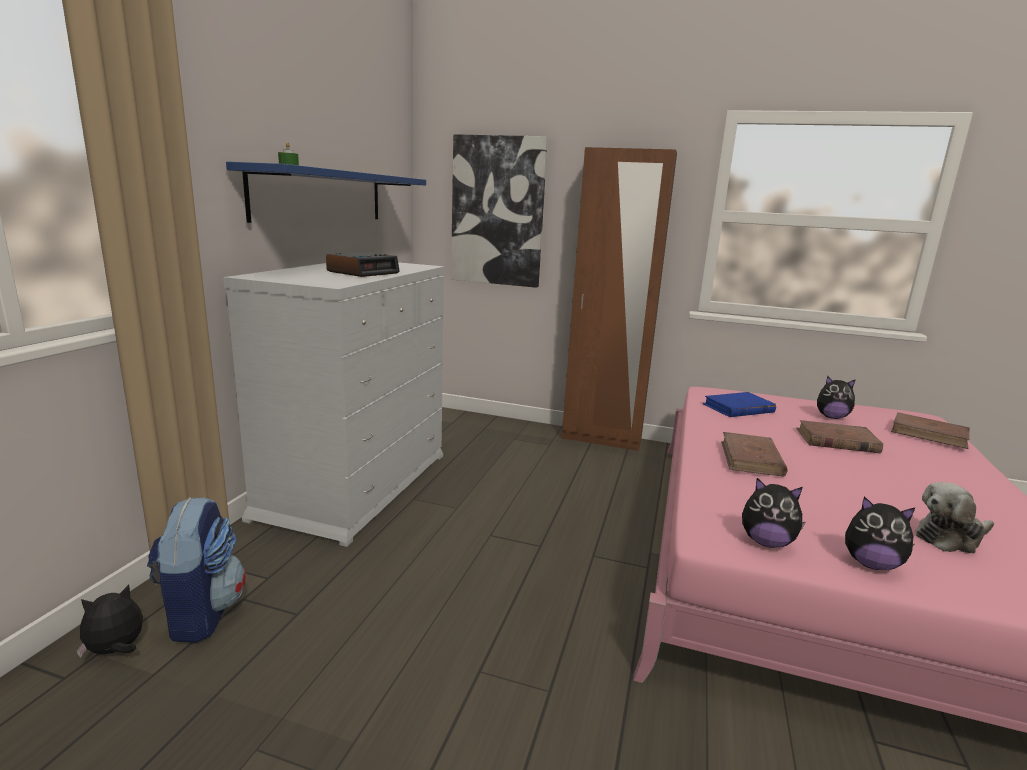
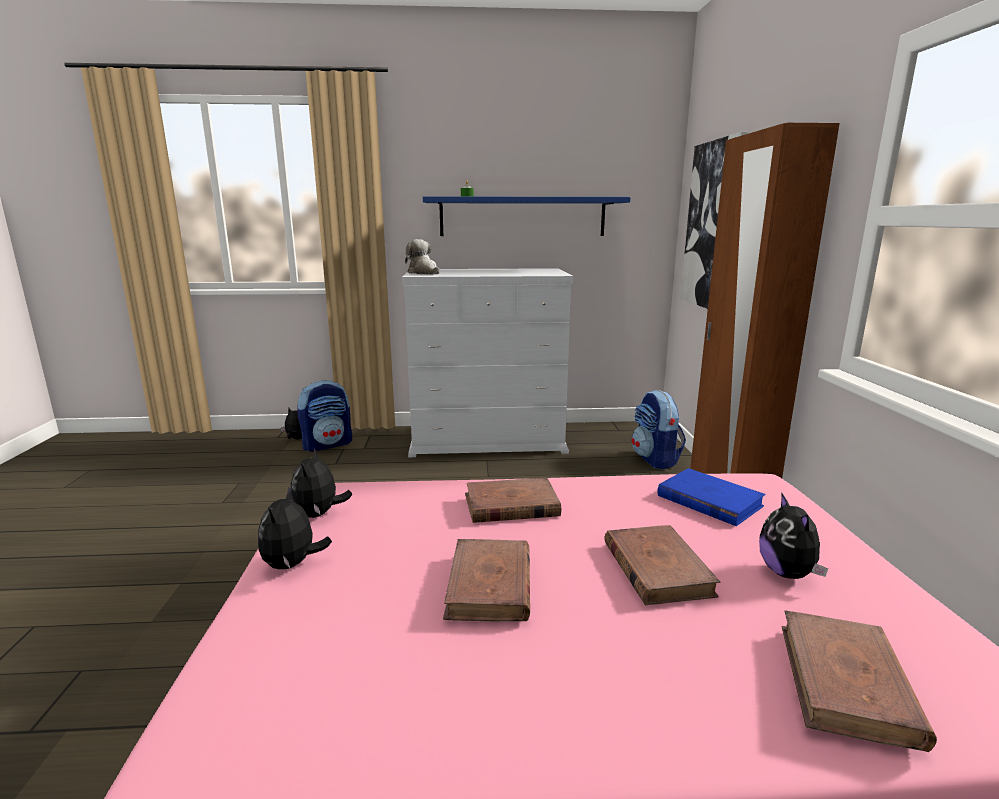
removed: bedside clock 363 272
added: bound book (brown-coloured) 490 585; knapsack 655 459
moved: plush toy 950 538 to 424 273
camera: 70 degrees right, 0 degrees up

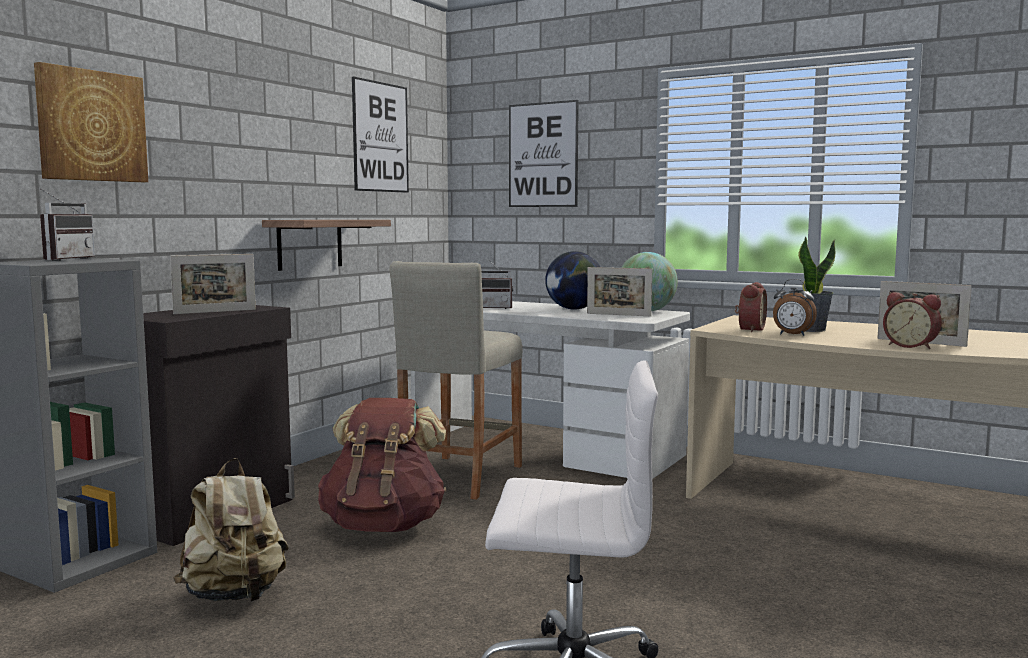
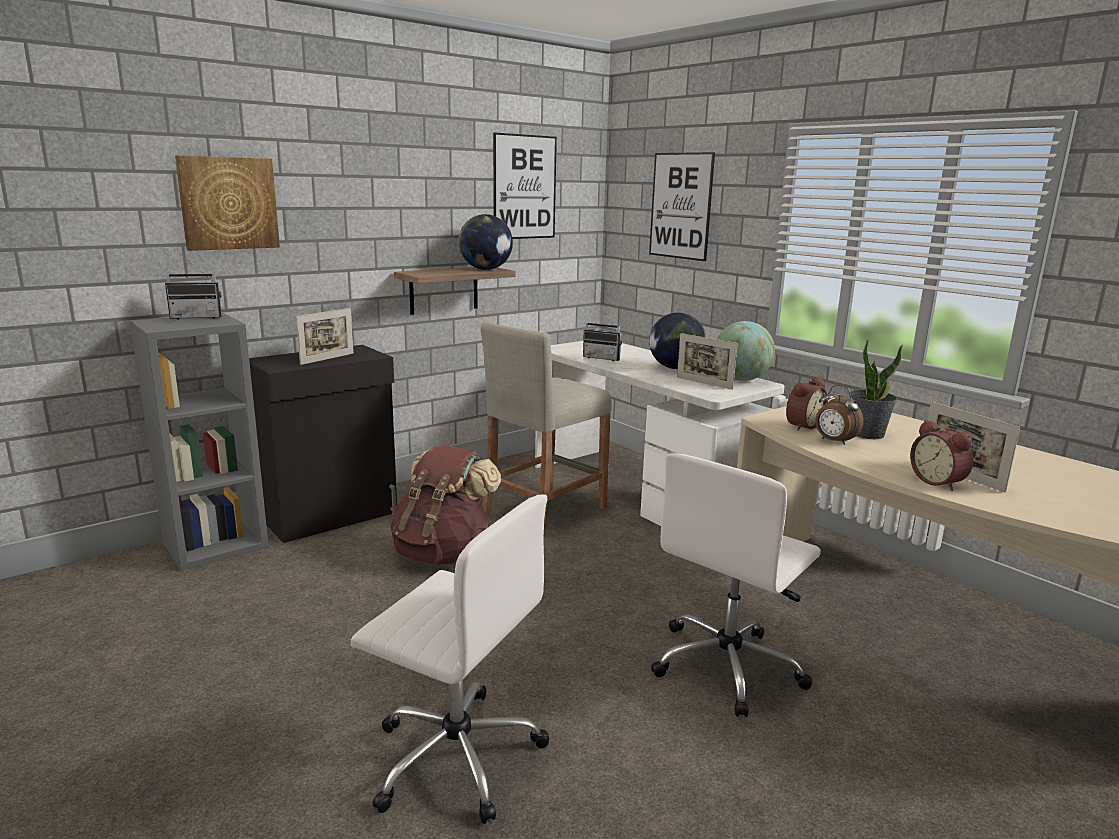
removed: knapsack (beige-coloured) 235 596
added: world globe 486 269; computer chair (white-coloured) 728 666
turned: radio set 64 259 = 198 317 45 degrees clockwise; photo frame 215 311 = 327 359 45 degrees counterclockwise
camera: 20 degrees right, 10 degrees up

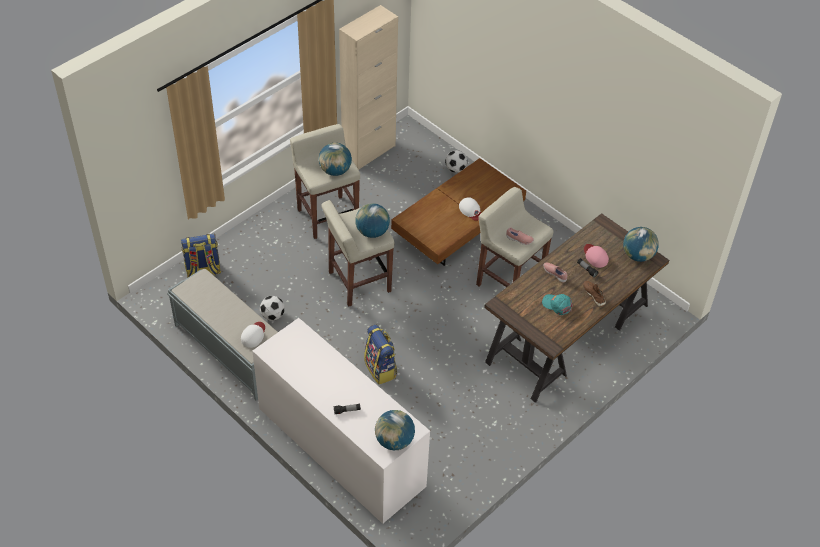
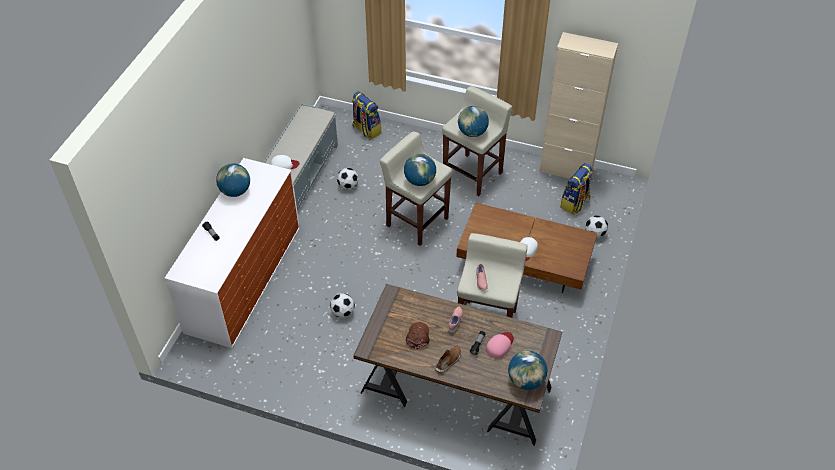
added: football ball 343 312
moved: knapsack 381 369 to 575 203; world globe 394 441 to 235 191
recoloured: cap (blue-green) 557 305 to cap (brown-coloured) 418 336
camera: 65 degrees right, 0 degrees up

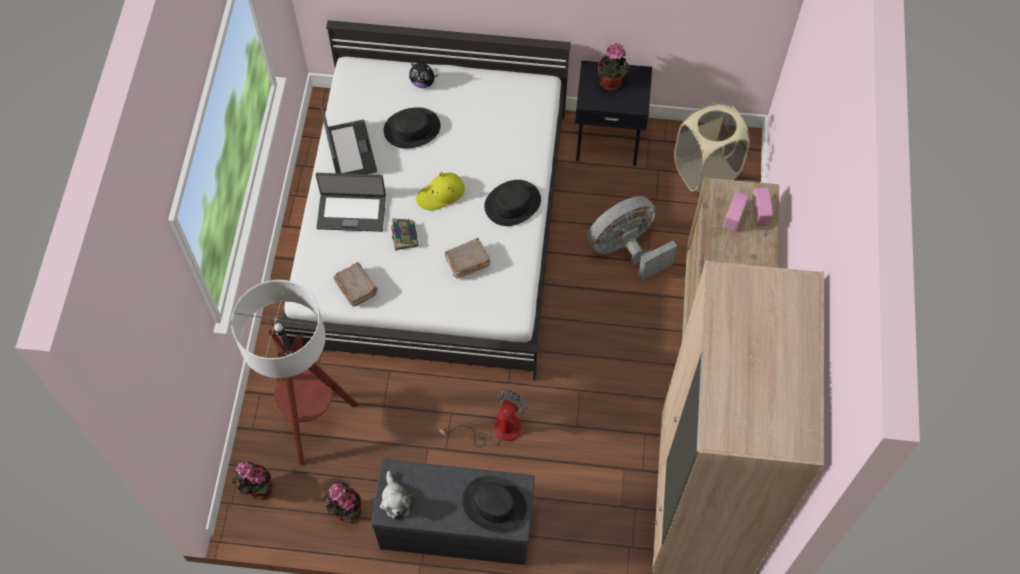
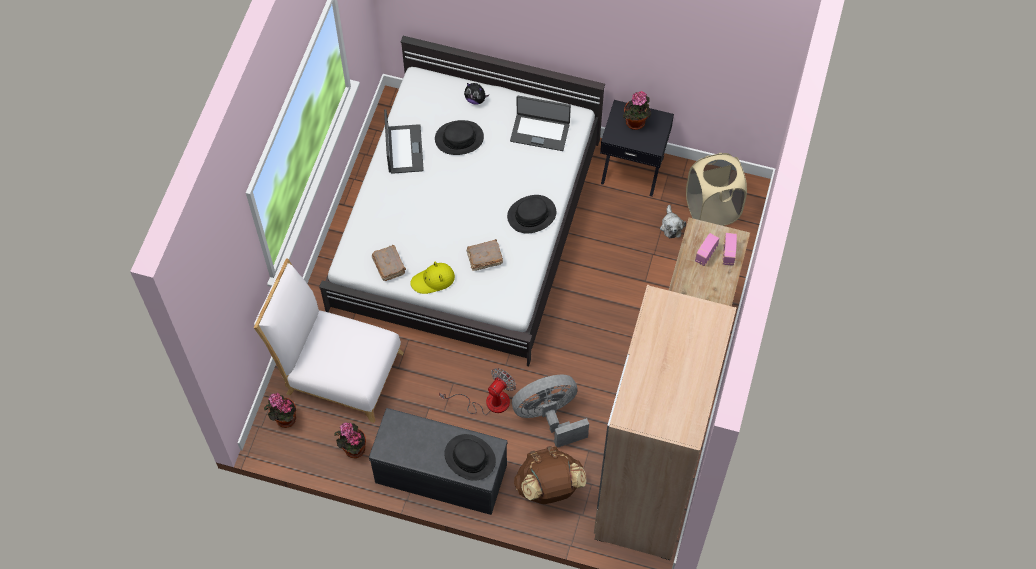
removed: bound book 404 235
added: knapsack (brown-coloured) 549 487
moved: notebook computer 351 212 to 540 132; plush toy 395 500 to 671 226; clothing hat (yellow) 441 194 to 433 280; cooling fan (grey) 626 250 to 549 416
replaced: standard lamp 312 420 to chair (white-coloured) 337 370
camera: 10 degrees right, 0 degrees up

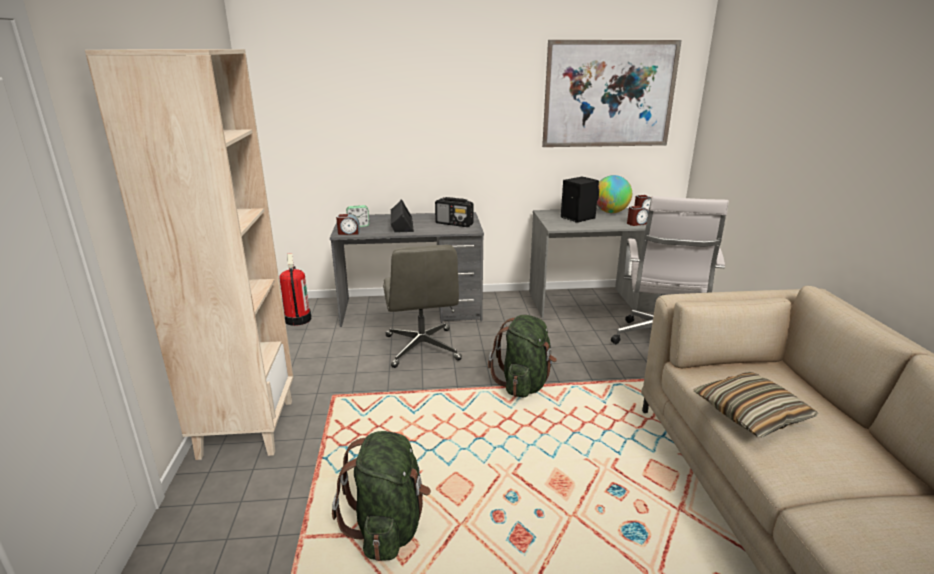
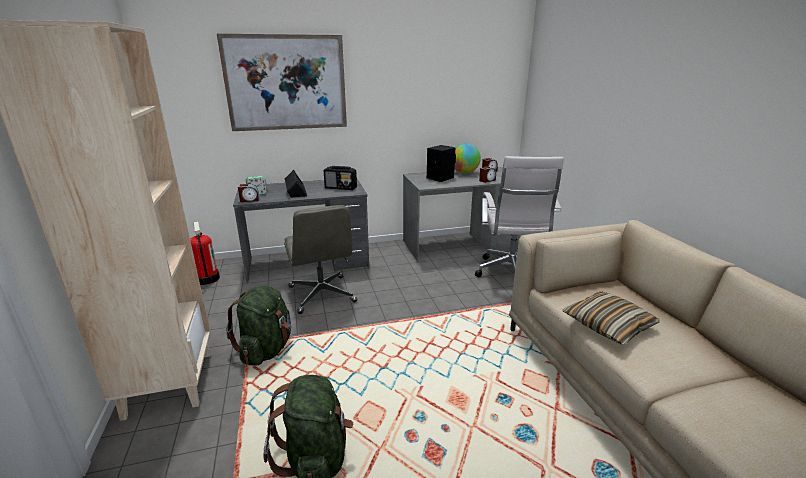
moved: knapsack (green) 524 384 to 266 349; wall art 609 94 to 286 83
camera: 10 degrees left, 0 degrees up

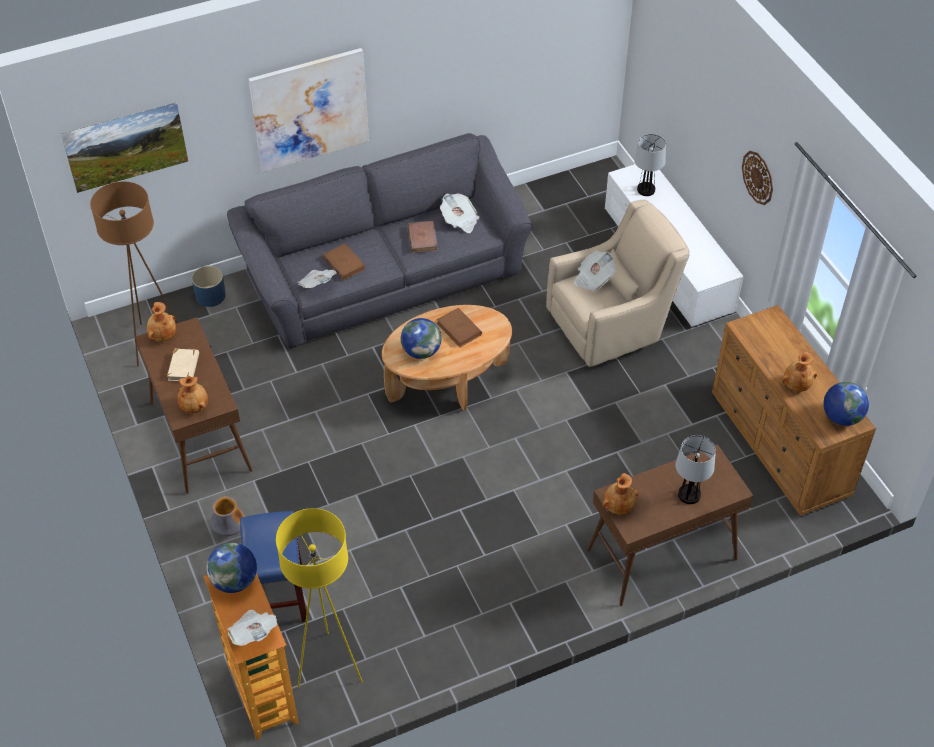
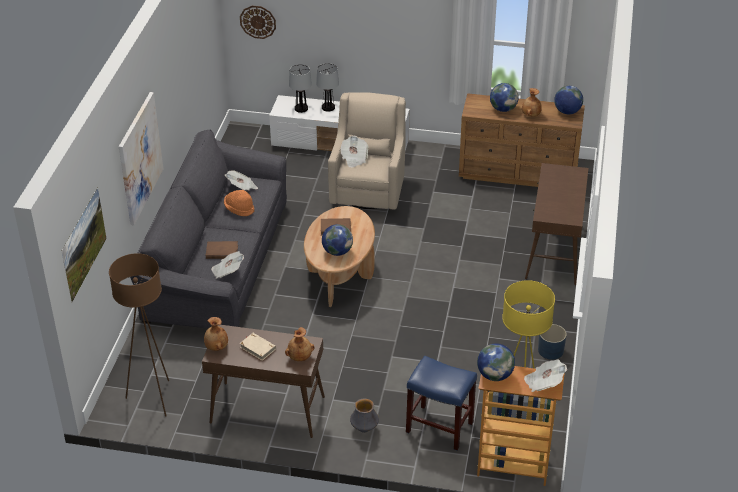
removed: vase (brown-coloured) 618 506
added: world globe 503 109
moved: plant pot (blue) 211 296 to 550 350; table lamp 688 495 to 328 107; wall clock 758 177 to 258 21
replaced: bound book (brown-coloured) 422 238 to clothing hat (orange-coloured) 239 209
camera: 55 degrees left, 10 degrees down

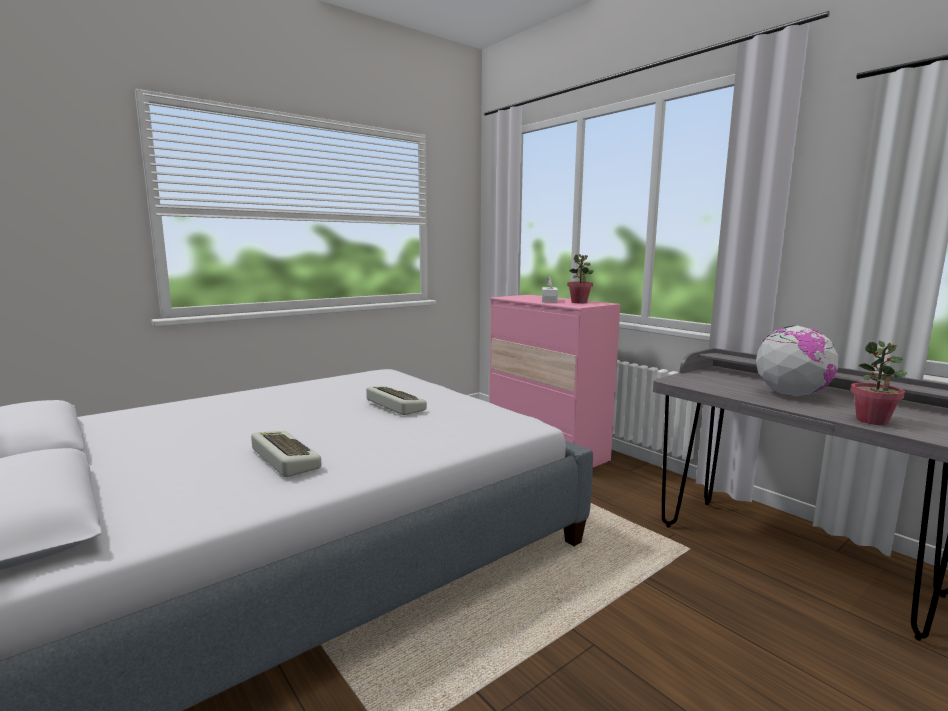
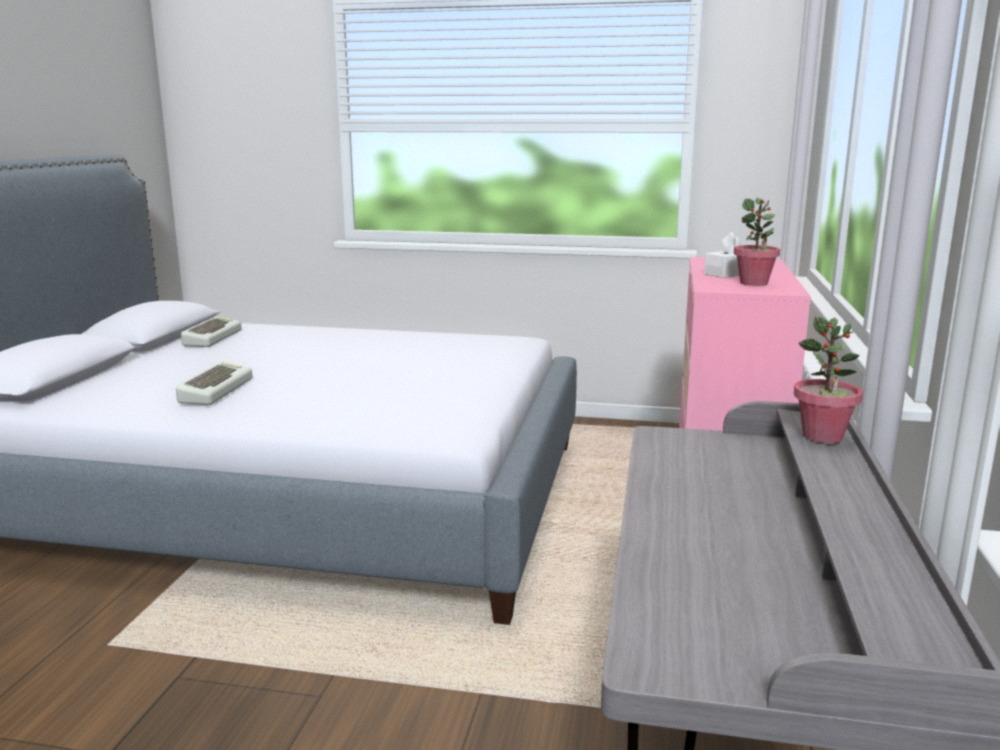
removed: world globe 791 394
moved: keyboard 393 405 to 211 338; potted plant 872 421 to 822 436
camera: 50 degrees right, 5 degrees up

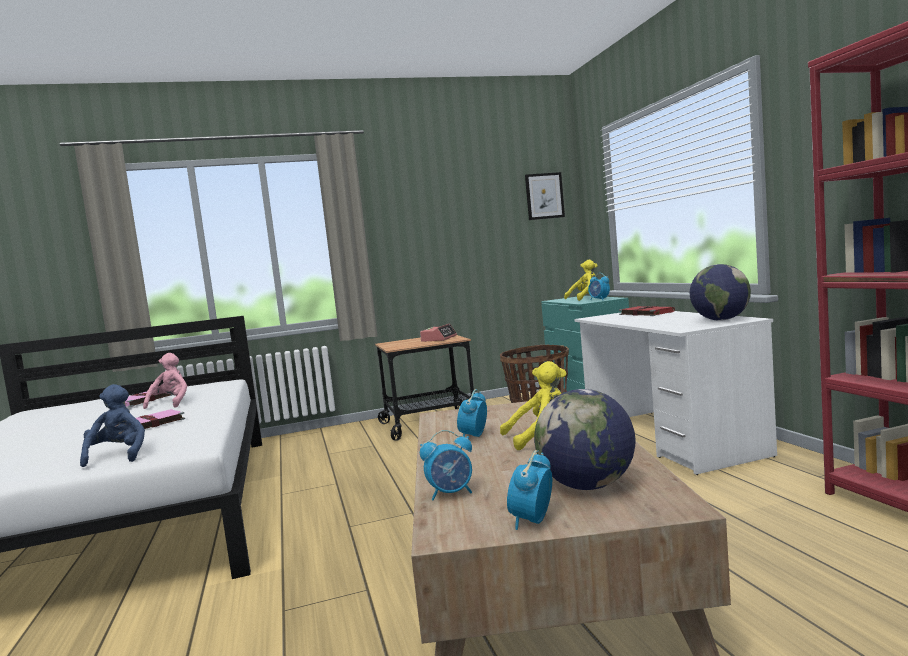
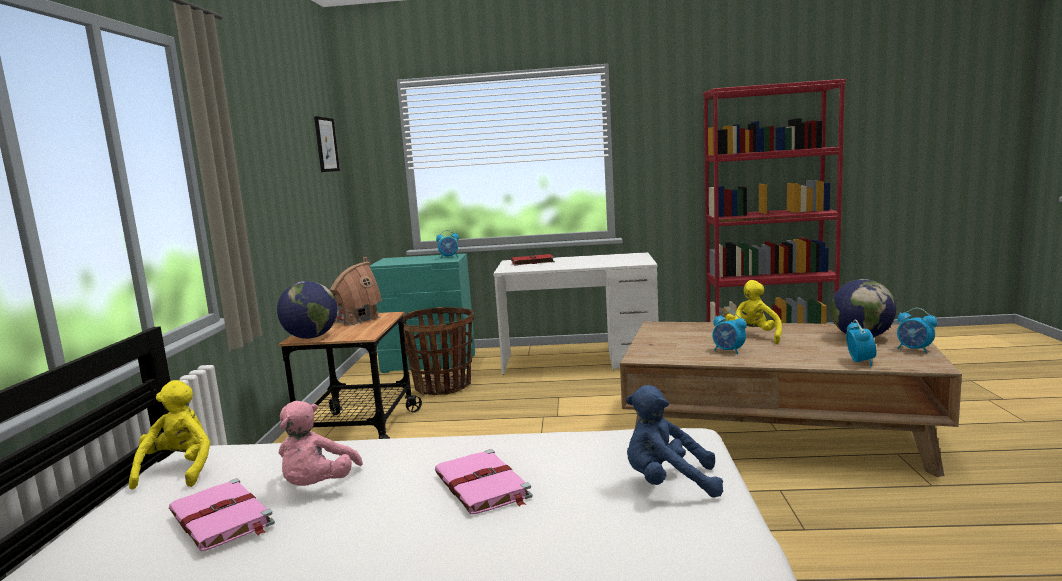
moved: plush toy (yellow) 585 298 to 179 470; world globe 721 320 to 311 337
replaced: bedside clock 439 339 to model house 356 320
turned: plush toy (pink) 171 403 = 318 487 105 degrees counterclockwise
camera: 70 degrees left, 5 degrees up

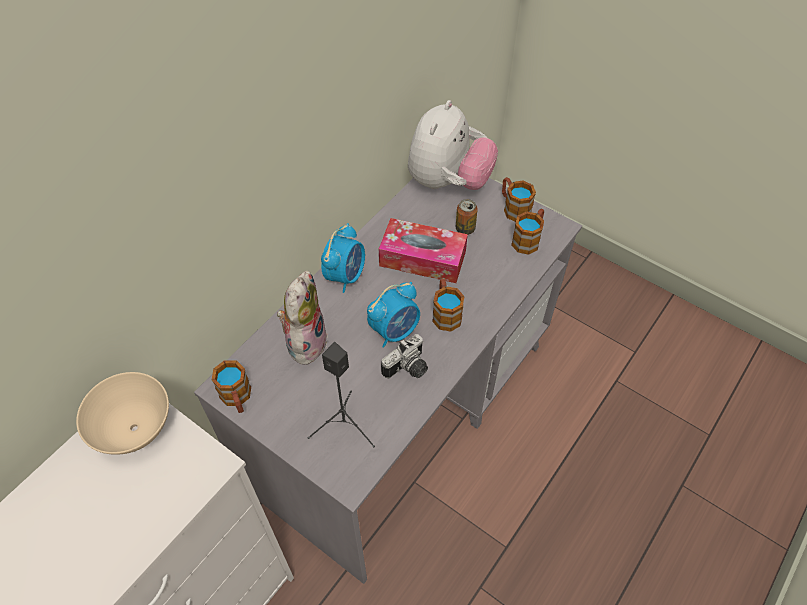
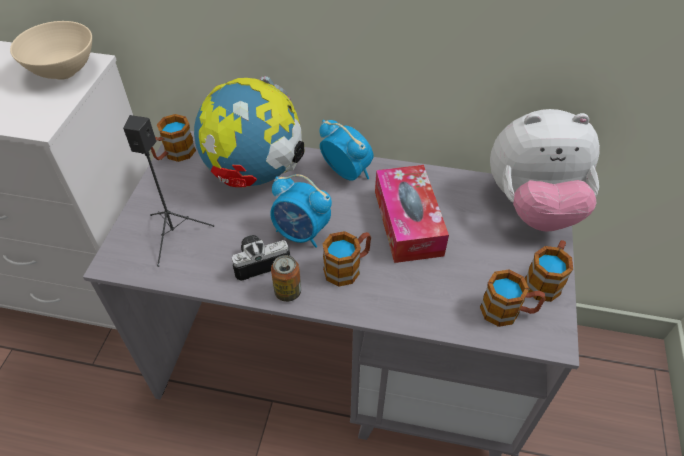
moved: sealed can 465 228 to 288 292
replaced: plush toy 305 341 to world globe 254 173
turned: bedside clock 345 275 = 346 172 135 degrees counterclockwise; still camera 408 369 = 260 261 135 degrees clockwise
camera: 65 degrees right, 5 degrees down

